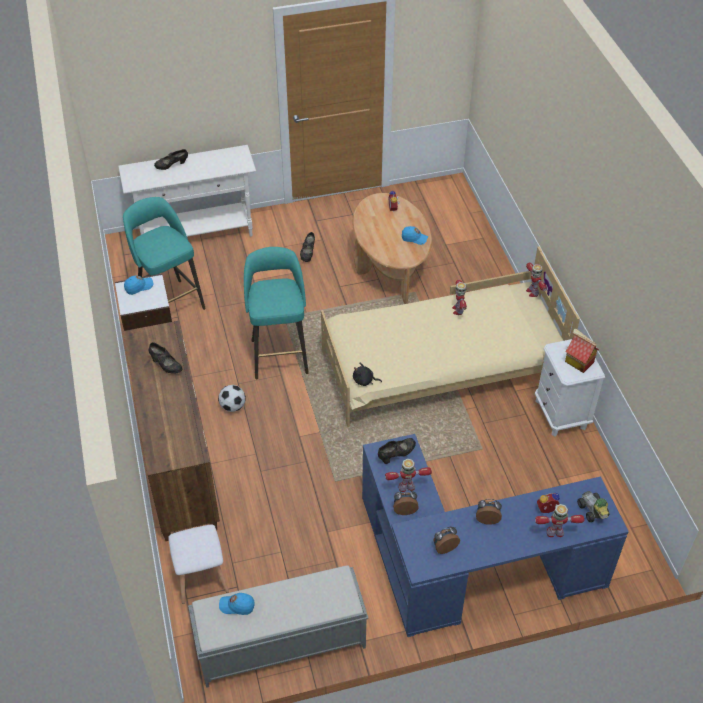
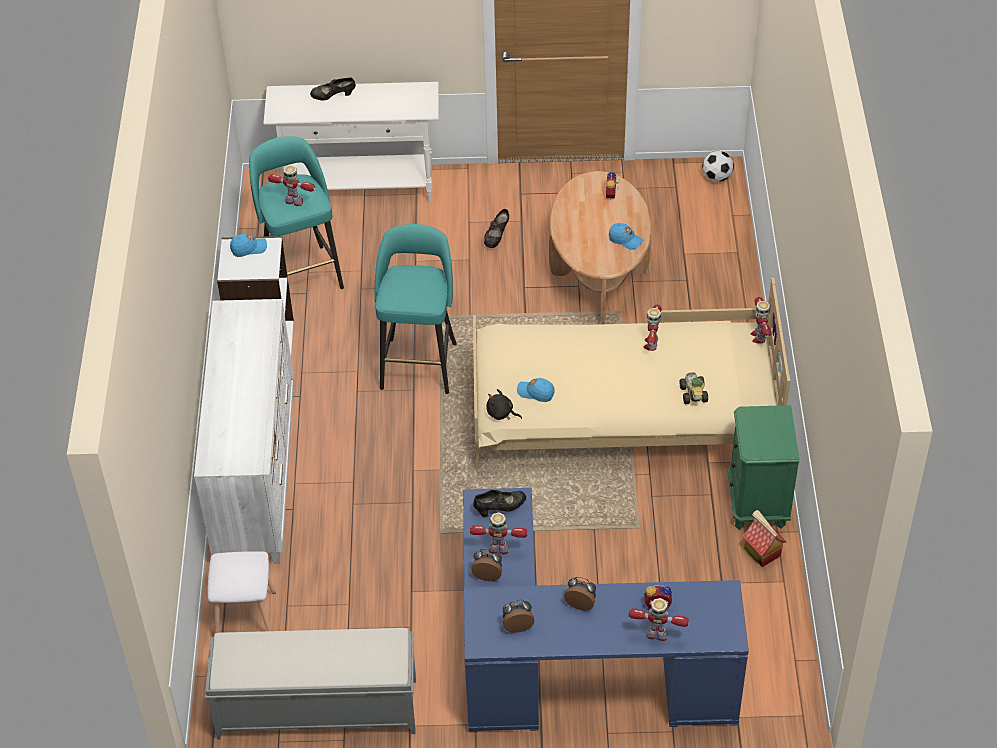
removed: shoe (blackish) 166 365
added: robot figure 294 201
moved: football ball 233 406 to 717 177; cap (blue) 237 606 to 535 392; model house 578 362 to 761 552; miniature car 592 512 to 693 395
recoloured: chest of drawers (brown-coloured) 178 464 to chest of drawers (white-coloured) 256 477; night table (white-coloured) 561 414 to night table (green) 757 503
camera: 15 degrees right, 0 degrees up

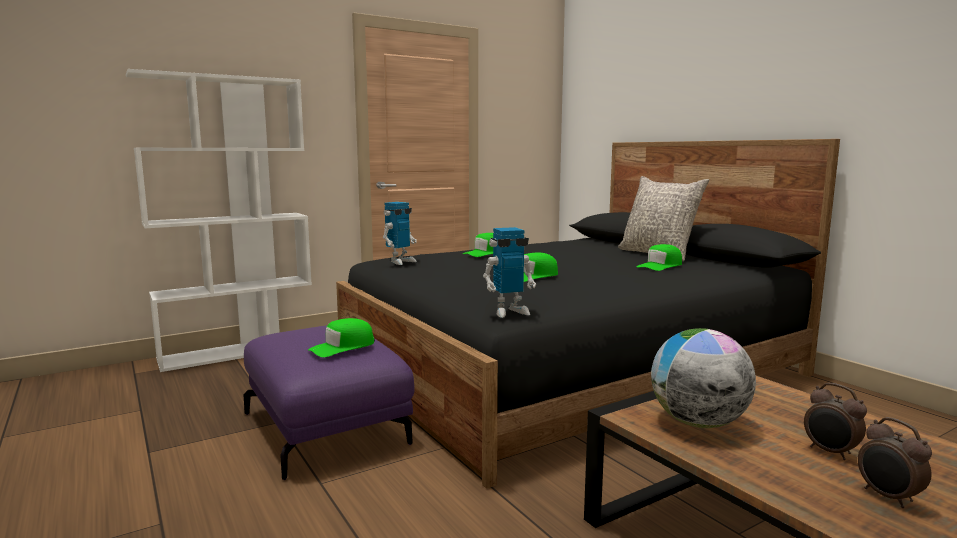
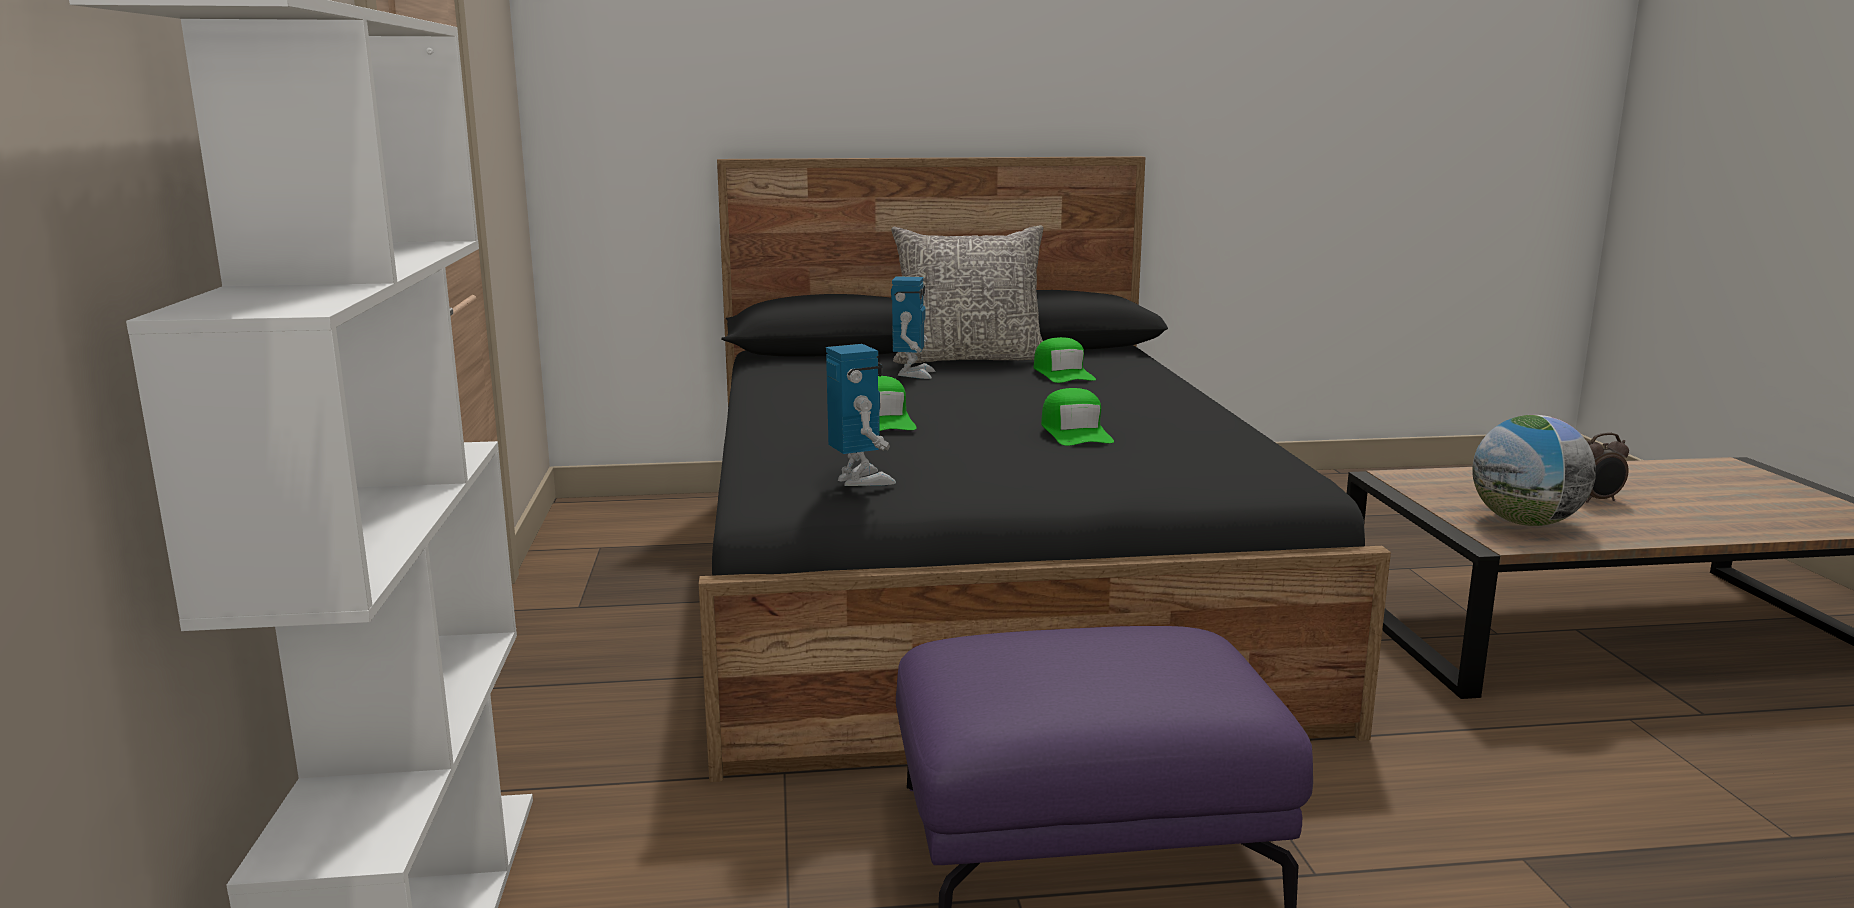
removed: cap (green) 342 347; bedside clock 888 497
moved: robot figure 509 312 to 913 374
camera: 65 degrees left, 5 degrees up

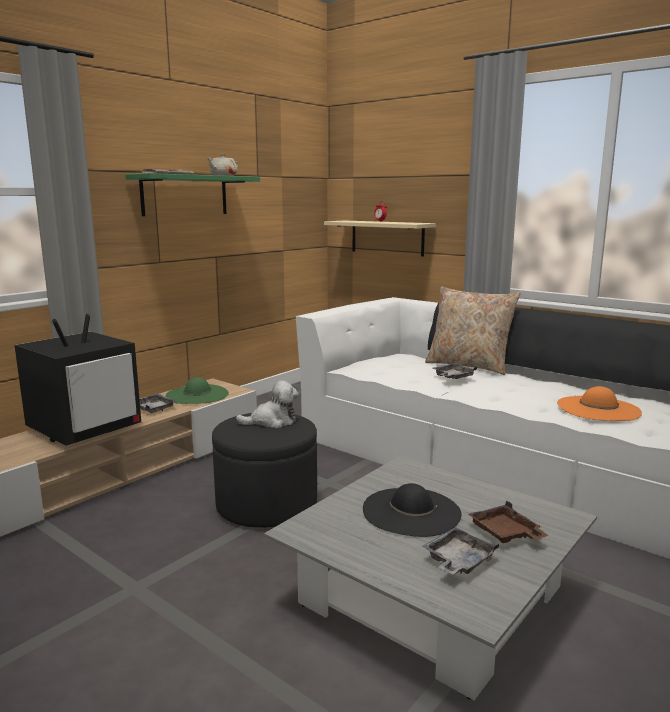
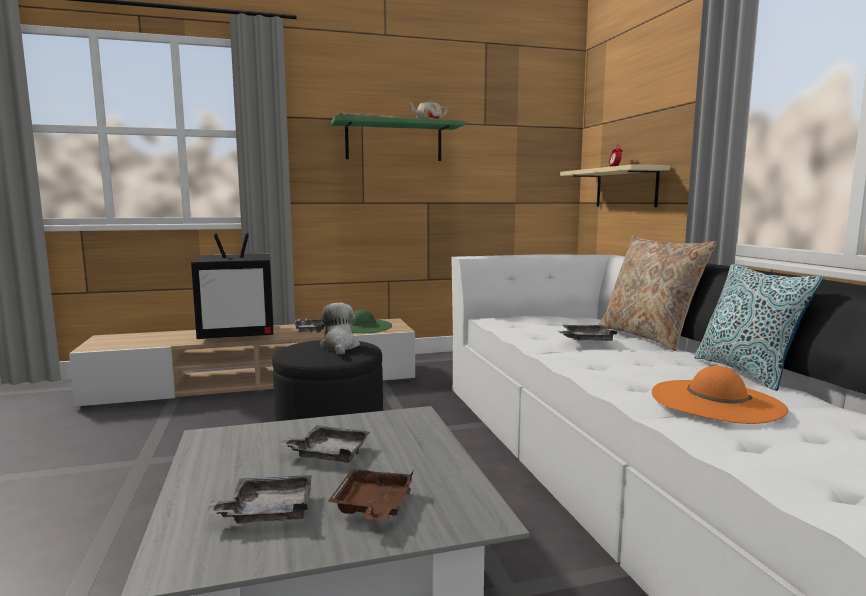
added: cushion 746 372
replaced: clothing hat (blackish) 411 511 to carrying tray (grey) 329 453
turned: plush toy 272 421 = 339 347 120 degrees counterclockwise
camera: 35 degrees right, 5 degrees down

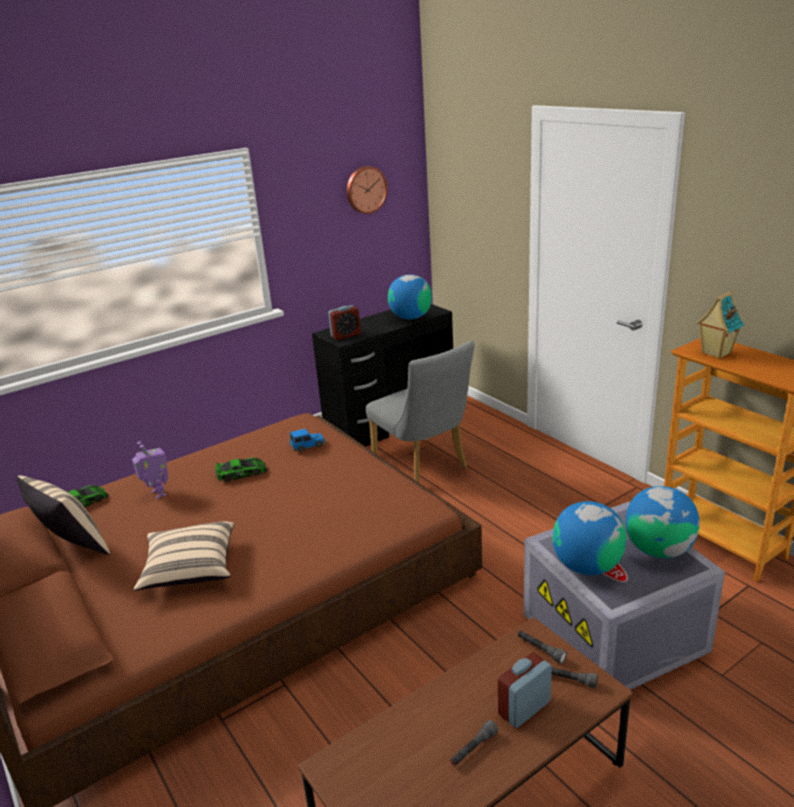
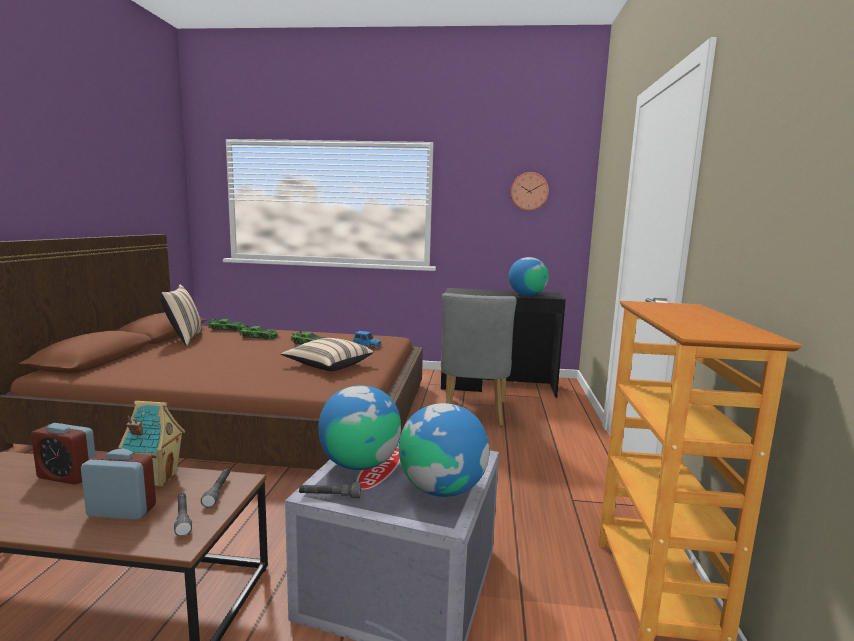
moved: cushion (beige-coloured) 190 569 to 328 366; bedside clock 345 335 to 67 476; flashlight (grey) 473 749 to 330 496; model house 715 353 to 155 478
replaced: robot figure 157 493 to miniature car 259 336
camera: 40 degrees right, 15 degrees down

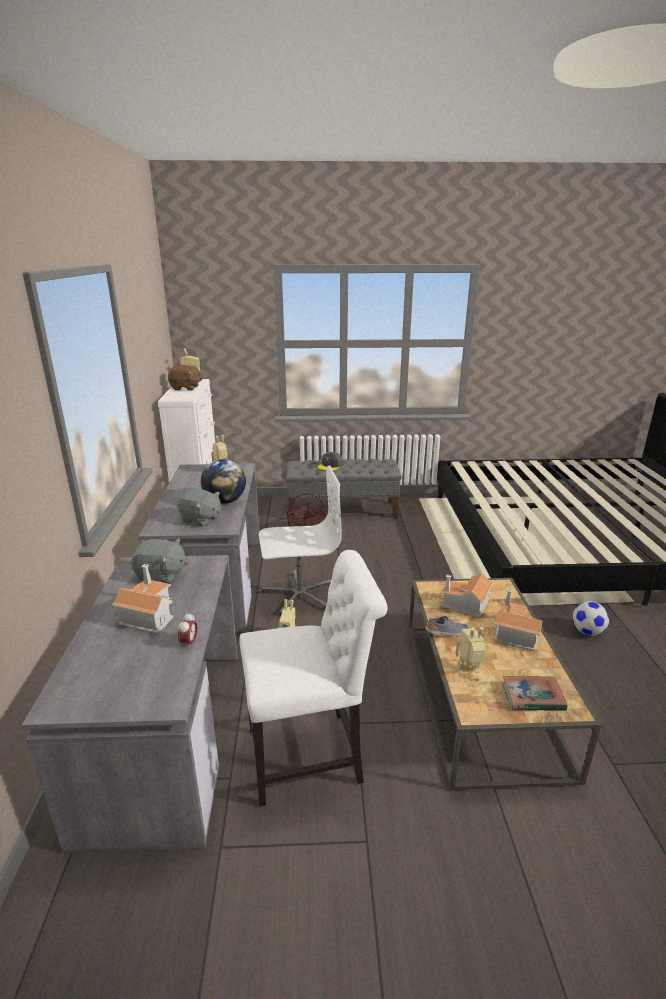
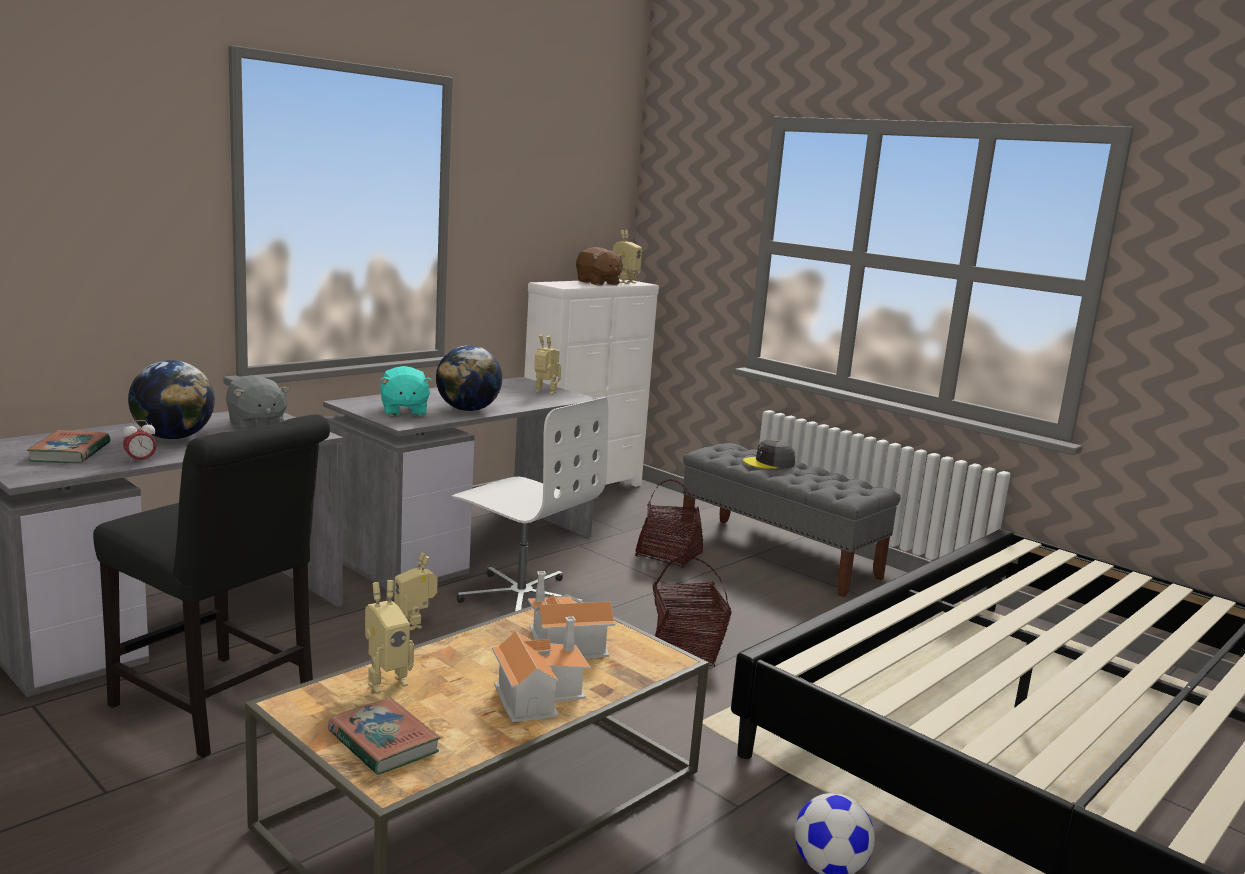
removed: shoe 446 633
added: bound book 70 452; household basket 685 648
replaced: model house 148 614 to world globe 173 437
recoloured: plush toy (grey) 201 519 to plush toy (blue-green) 403 411; chair (white-coloured) 311 755 to chair (blackish) 220 708
turned: robot figure 469 672 = 385 682 105 degrees clockwise
camera: 45 degrees right, 10 degrees down

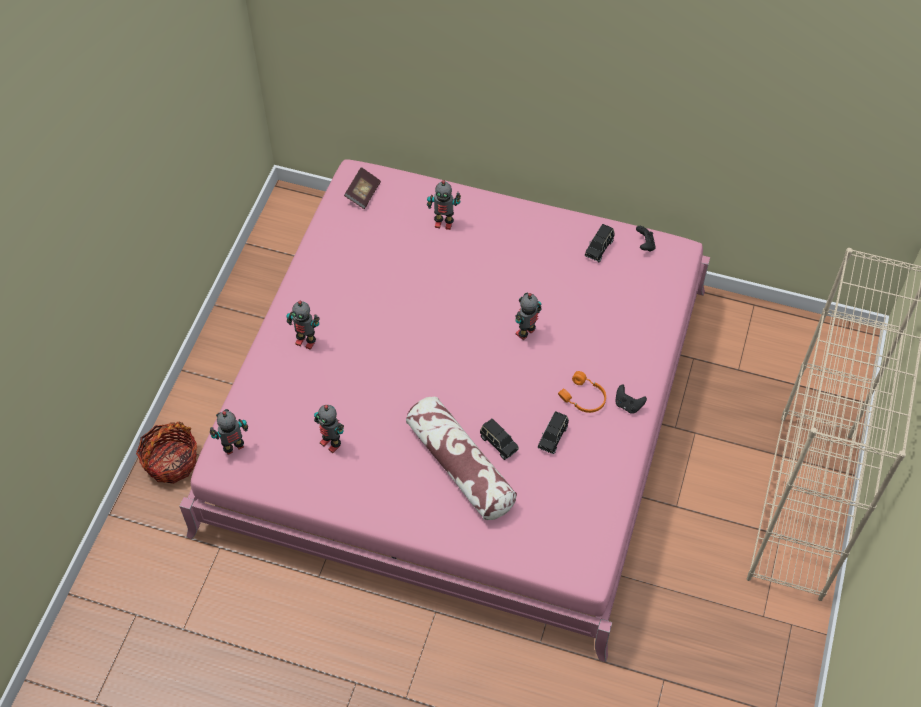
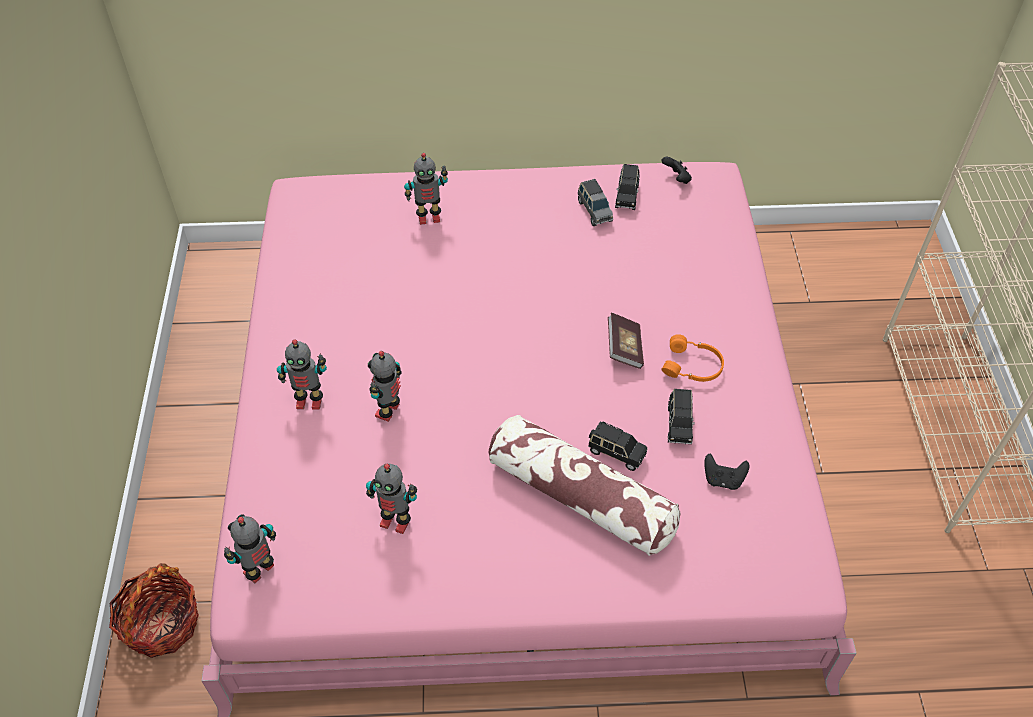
added: miniature car (grey) 594 211
moved: bound book 363 194 to 624 348; robot figure 526 333 to 389 411; game controller (blackish) 628 405 to 723 479
camera: 20 degrees left, 5 degrees down

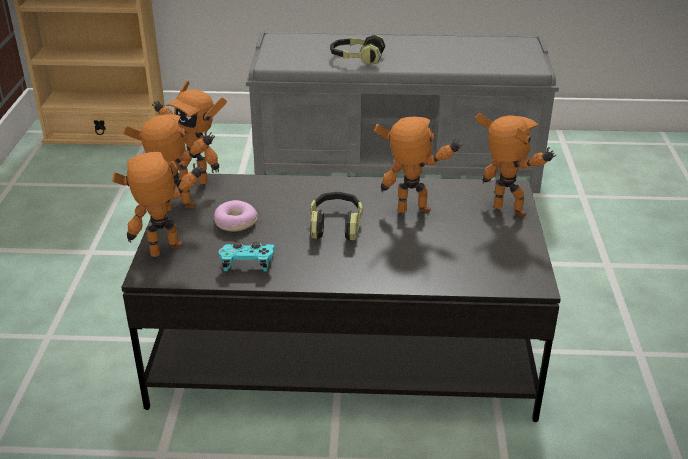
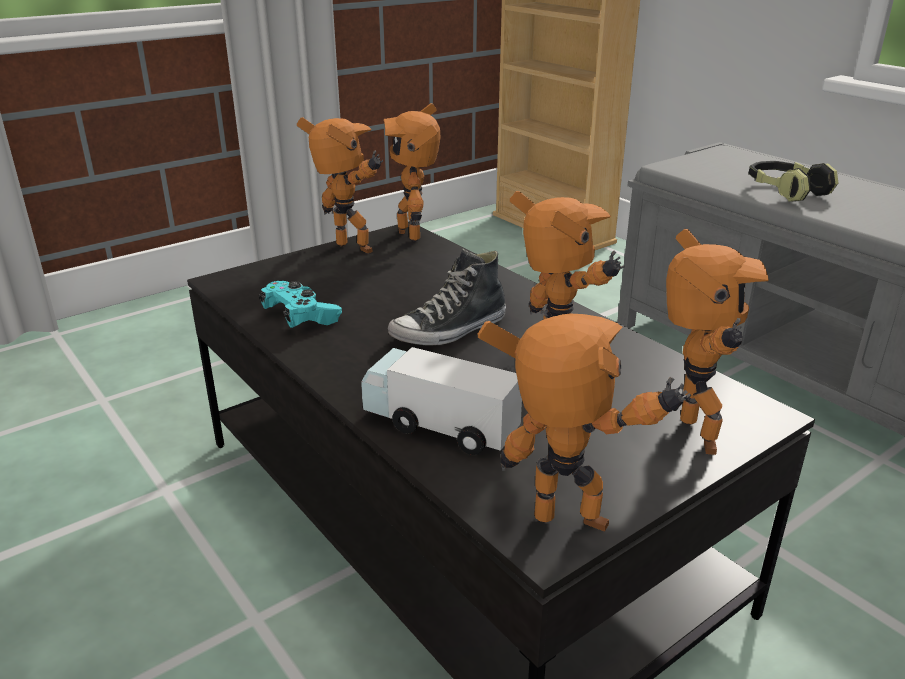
removed: donut 235 223
added: toy truck 440 424
moved: robot figure 170 253 to 570 530
replaced: headphones 335 225 to shoe 449 331
camera: 50 degrees right, 5 degrees down

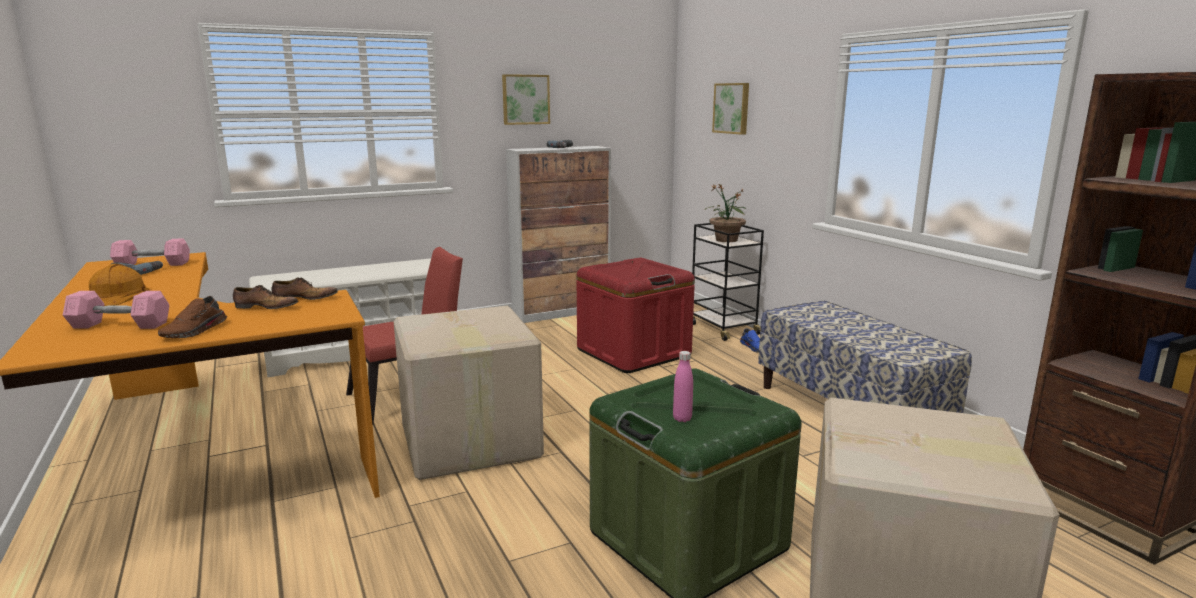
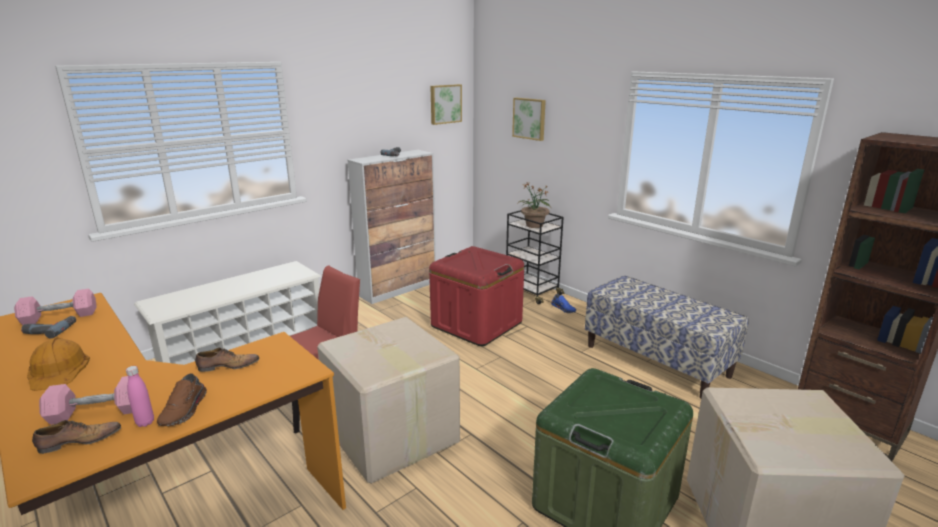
moved: shoe 304 299 to 78 441; wall art 525 99 to 445 104; drink bottle (pink) 682 419 to 145 422
camera: 15 degrees left, 5 degrees up

